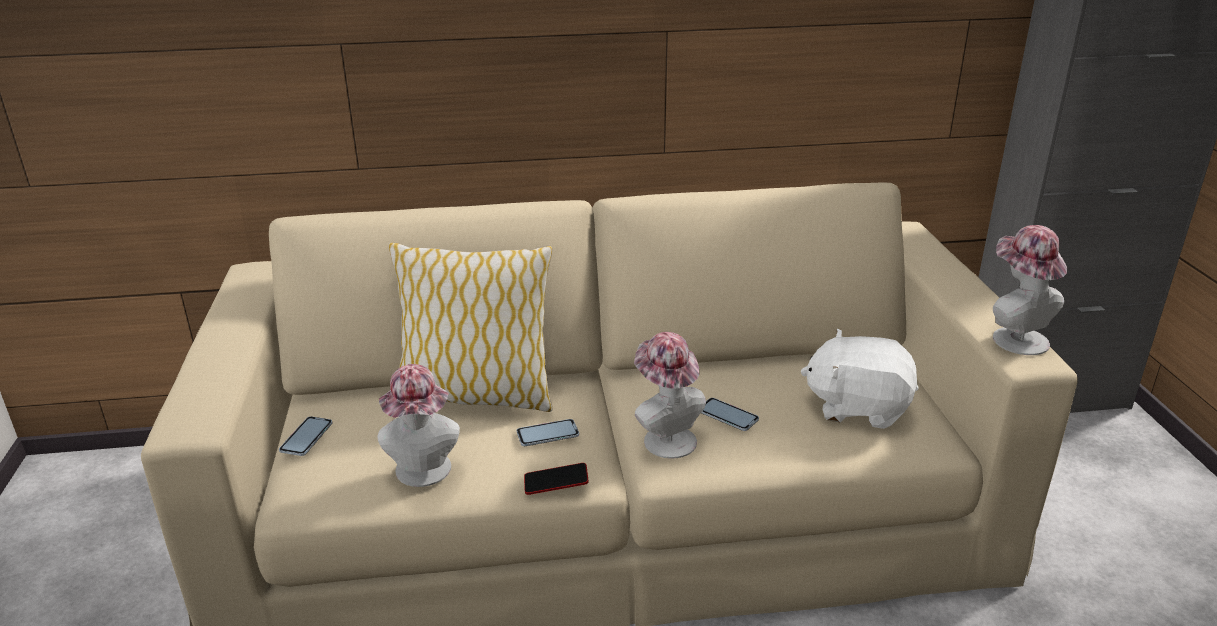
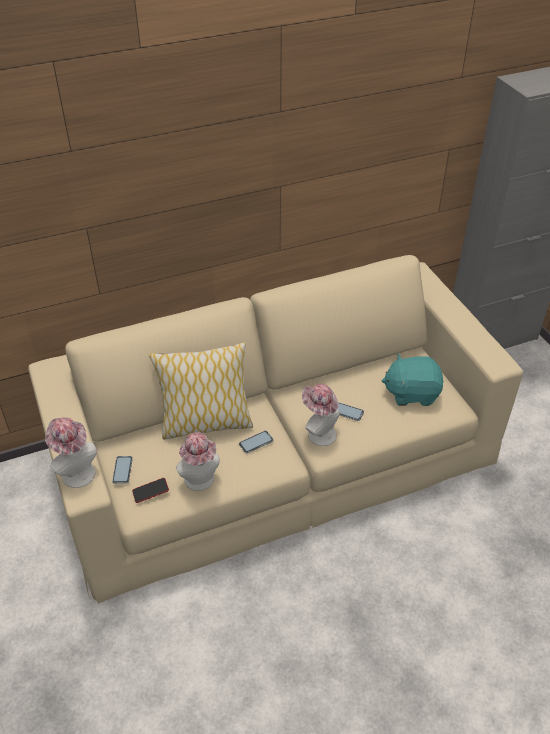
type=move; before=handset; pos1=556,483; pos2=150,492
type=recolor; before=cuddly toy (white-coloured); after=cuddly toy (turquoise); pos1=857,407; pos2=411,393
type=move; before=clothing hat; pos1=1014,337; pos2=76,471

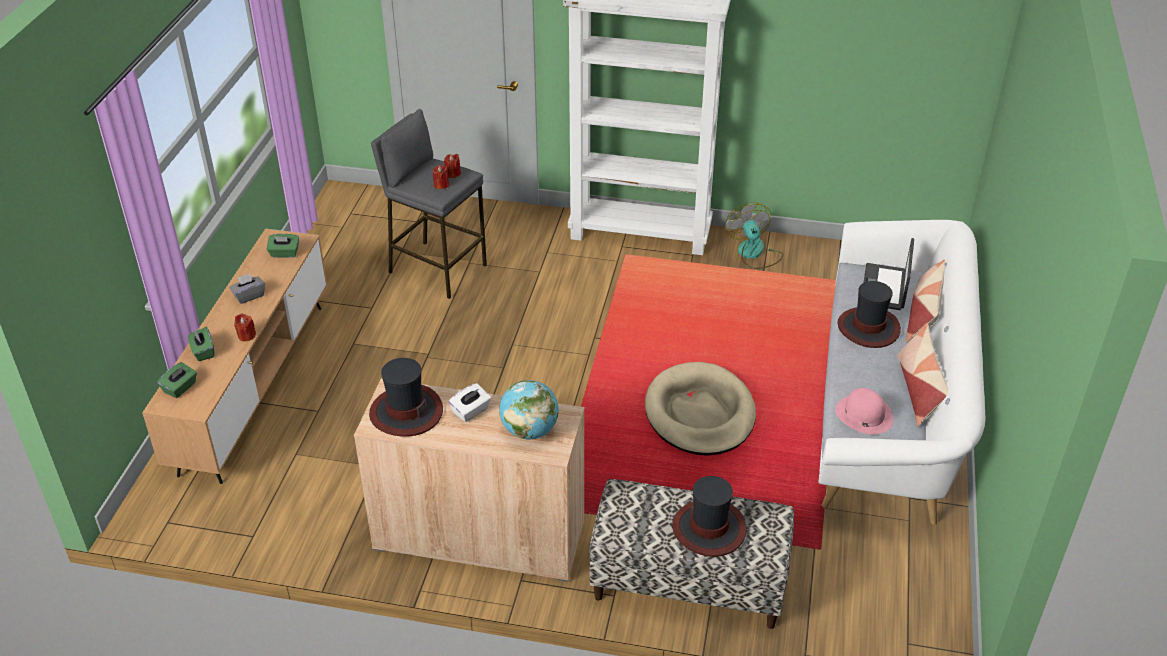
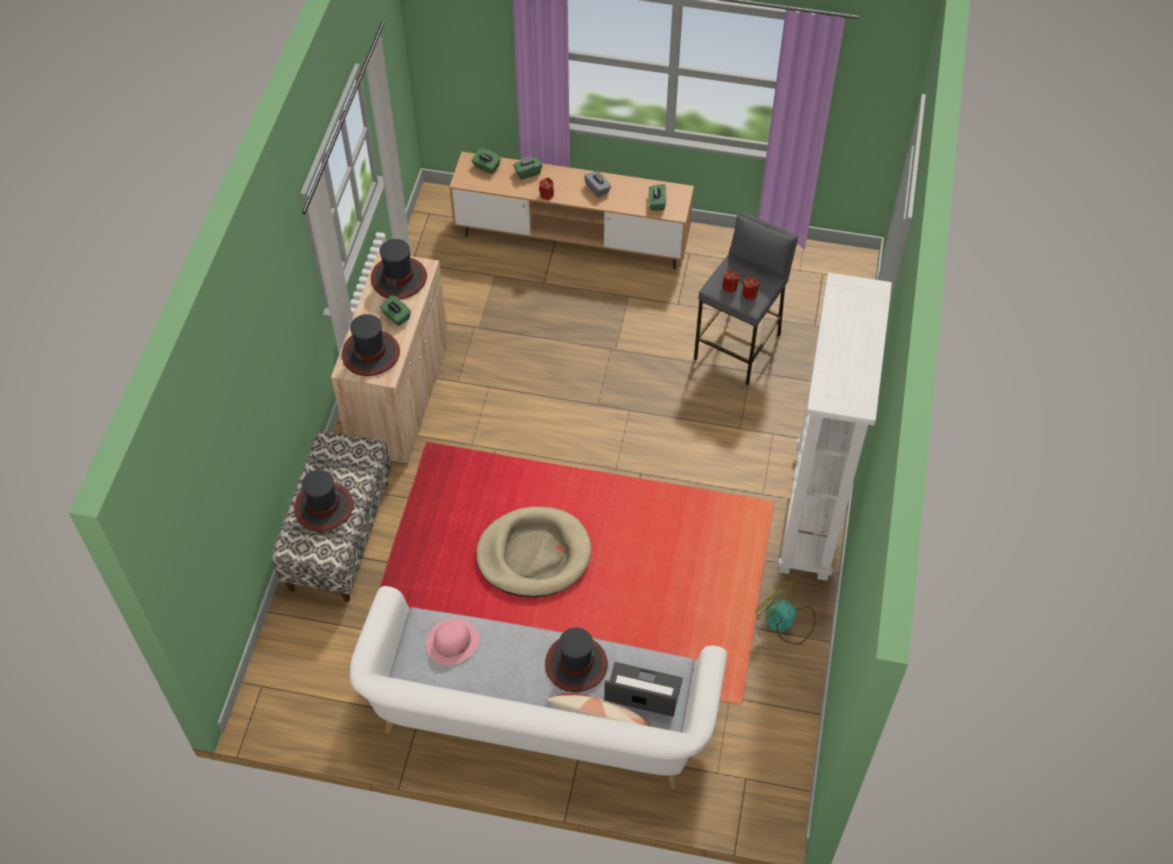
type=recolor; before=tissue box (white-coloured); after=tissue box (greenish); pos1=471,411; pos2=396,317
type=replace; before=world globe; after=clothing hat; pos1=529,431; pos2=371,353
type=rotate; before=fan; pos1=754,253; pos2=785,622; turn=-120
type=delete; before=cushion; pos1=918,390

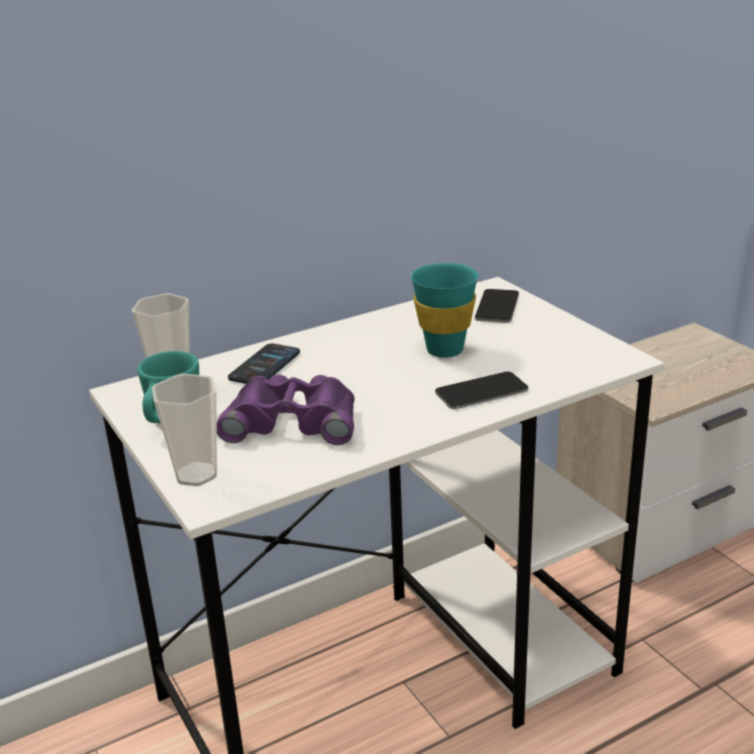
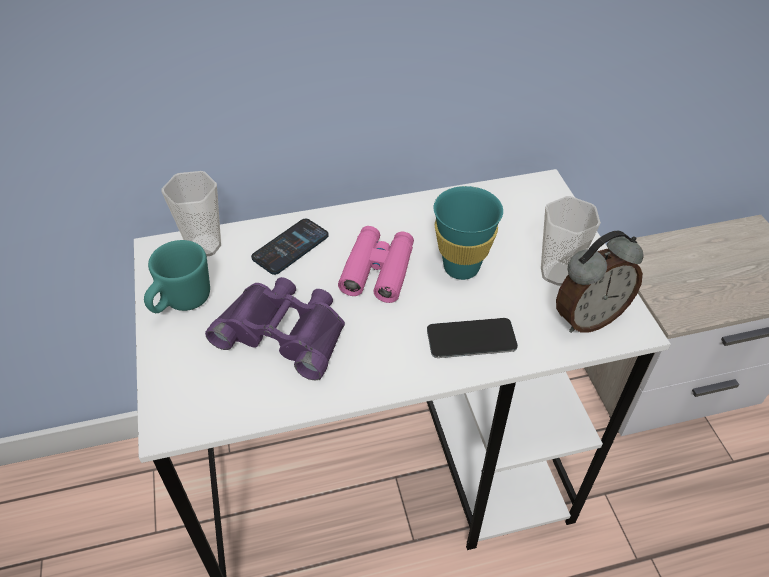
type=move; before=cup; pos1=196,474; pos2=557,273
type=delete; before=handset; pos1=497,307
type=insert; after=field glasses (pinkish); pos2=378,270
type=insert; after=alarm clock; pos2=587,317

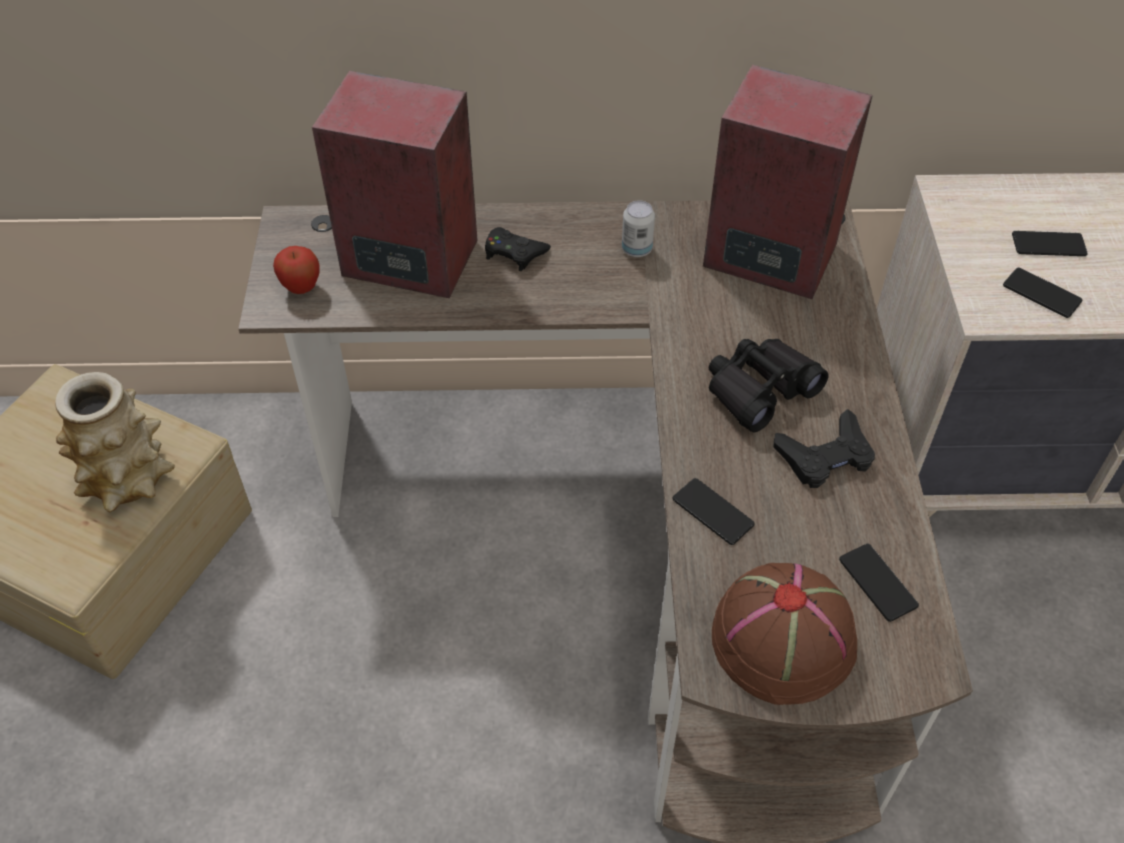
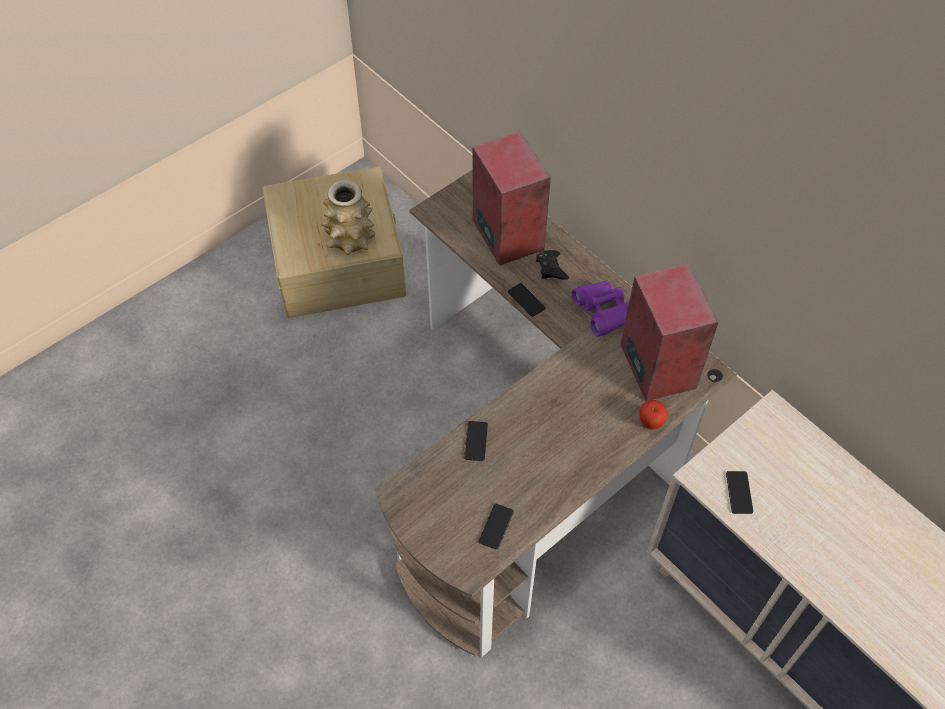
type=move; before=apple fruit; pos1=301,288; pos2=650,423
type=replace; before=metal can; after=field glasses (purple-coloured); pos1=636,249; pos2=603,311
type=delete; before=field glasses (black-coloured); pos1=759,389
type=delete; before=clothing hat (brownish); pos1=784,638
type=delete; before=joypad (black-coloured); pos1=825,456
type=move; before=handset; pos1=1048,245; pos2=526,300

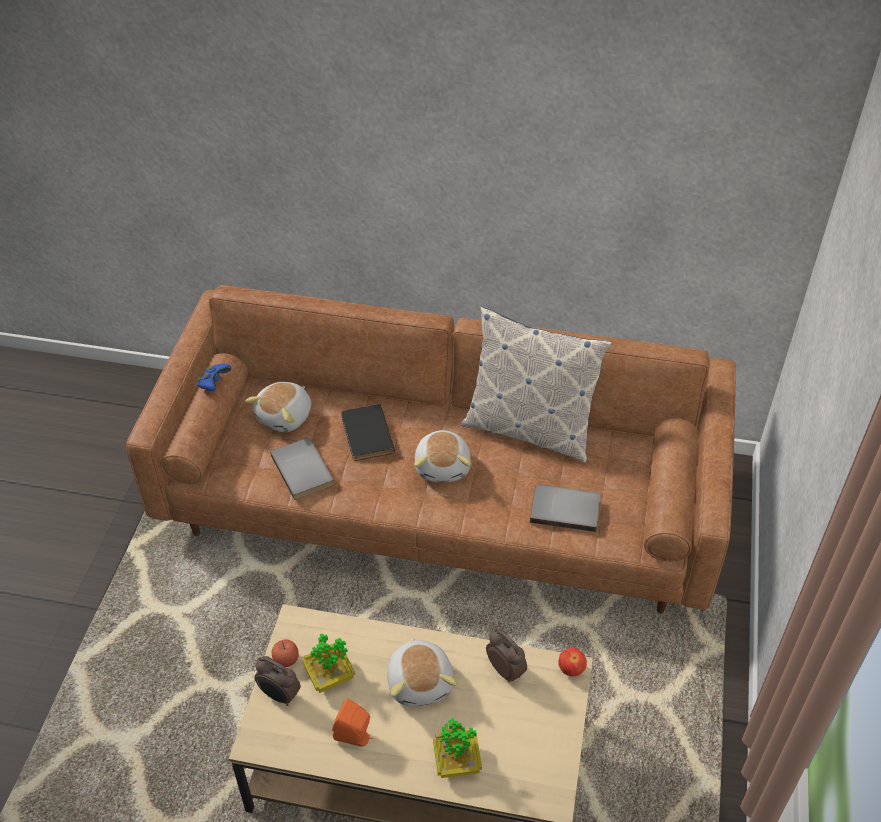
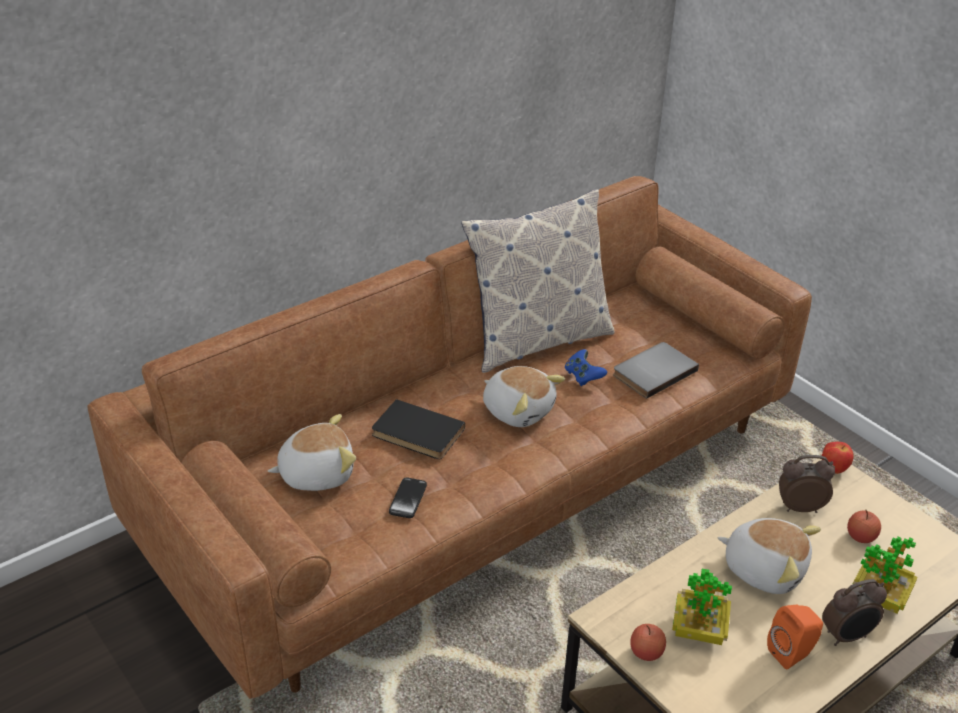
type=move; before=joypad (blue); pos1=214,383; pos2=583,376
type=rotate; before=cuddly toy; pos1=285,416; pos2=316,473; turn=-90
type=move; before=alarm clock; pos1=279,695; pos2=847,636
type=replace; before=volume (grey); after=handset; pos1=304,469; pos2=408,499
type=insert; after=apple fruit; pos2=860,537

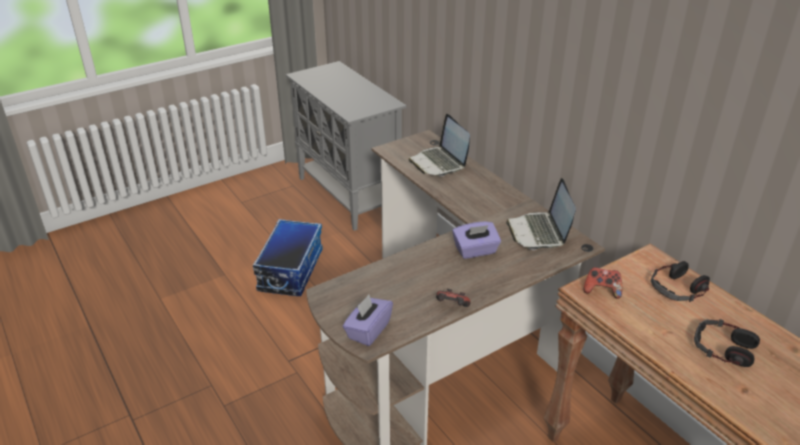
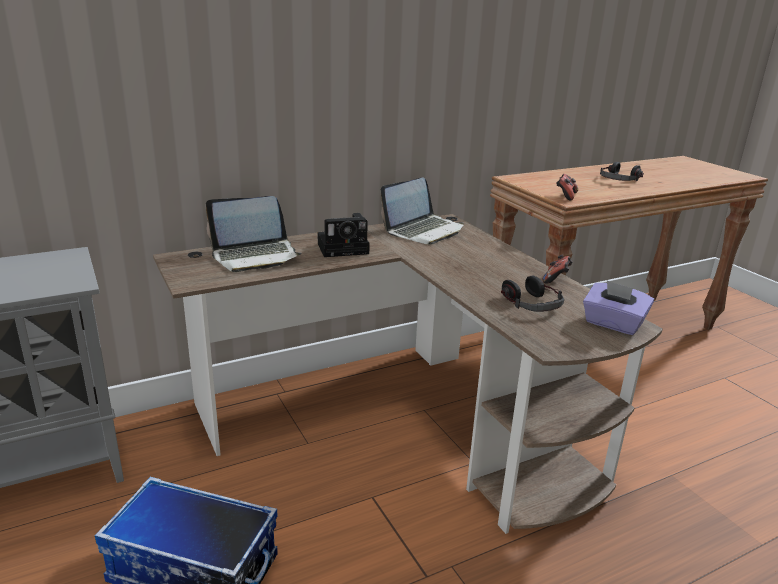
type=delete; before=tissue box (purple-coloured); pos1=475,251
type=rotate; before=laptop; pos1=539,232; pos2=424,231; turn=-45
type=move; before=headset; pos1=677,289; pos2=531,303
type=insert; after=photo camera; pos2=345,248

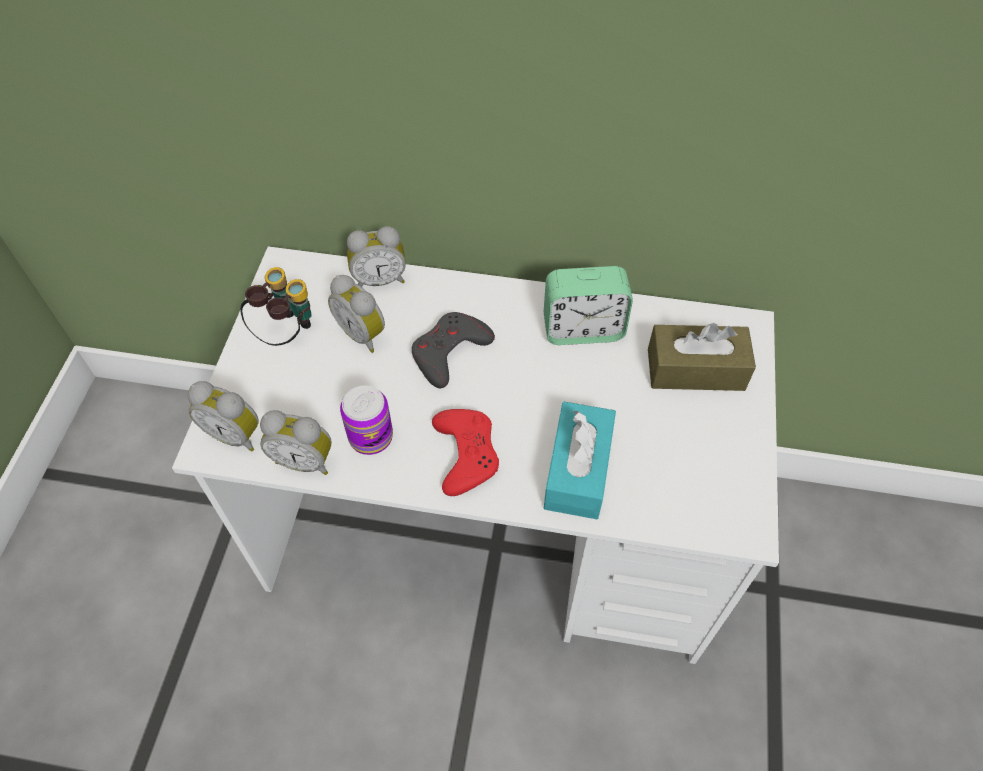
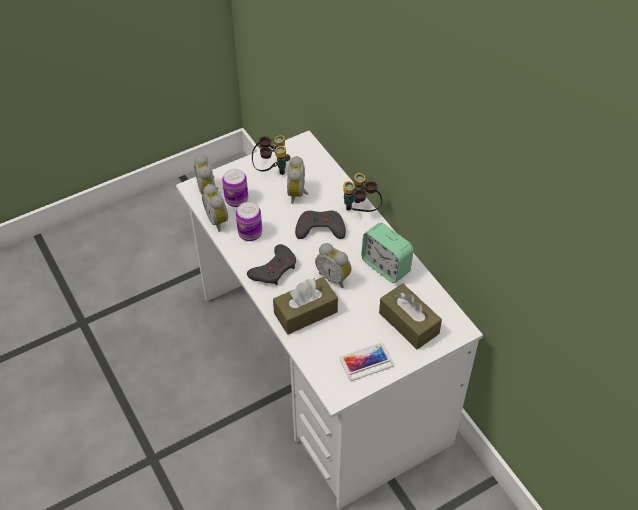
type=move; before=alarm clock; pos1=379,279; pos2=334,277
type=recolor; before=joypad (red-coloured); after=joypad (grey); pos1=466,454; pos2=274,269
type=recolor; before=tissue box (turquoise); after=tissue box (brownish); pos1=578,470; pos2=305,312
type=insert; after=metal can; pos2=236,199
type=insert; after=handset; pos2=366,362
type=insert; after=field glasses; pos2=360,210

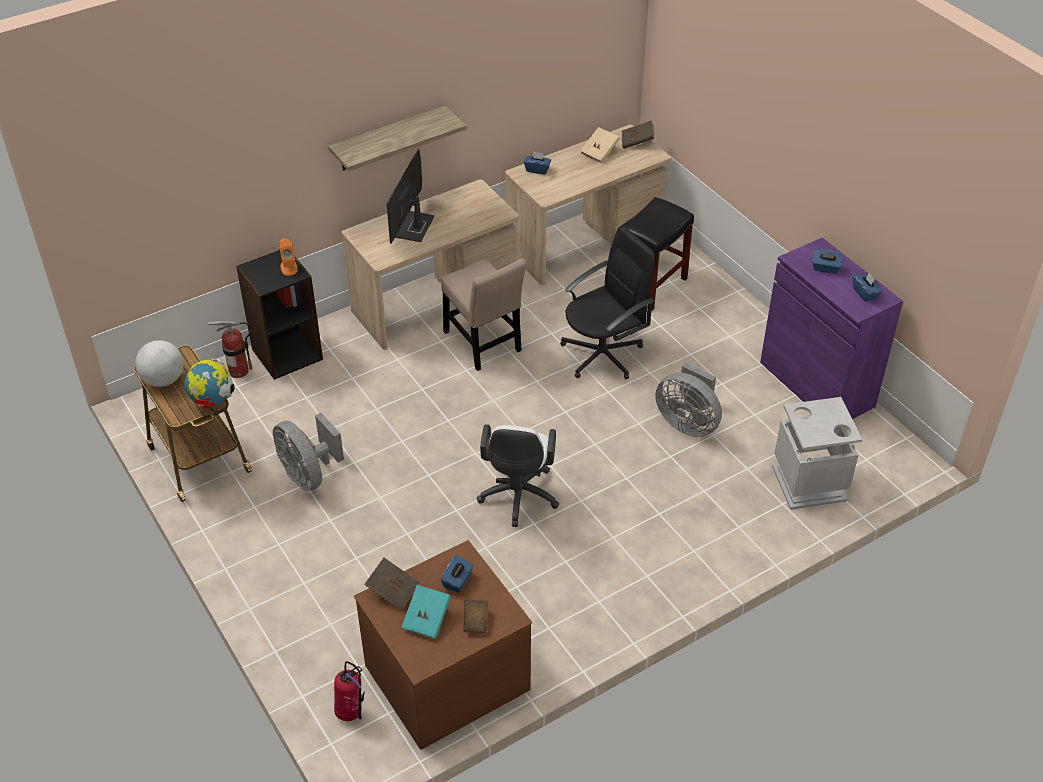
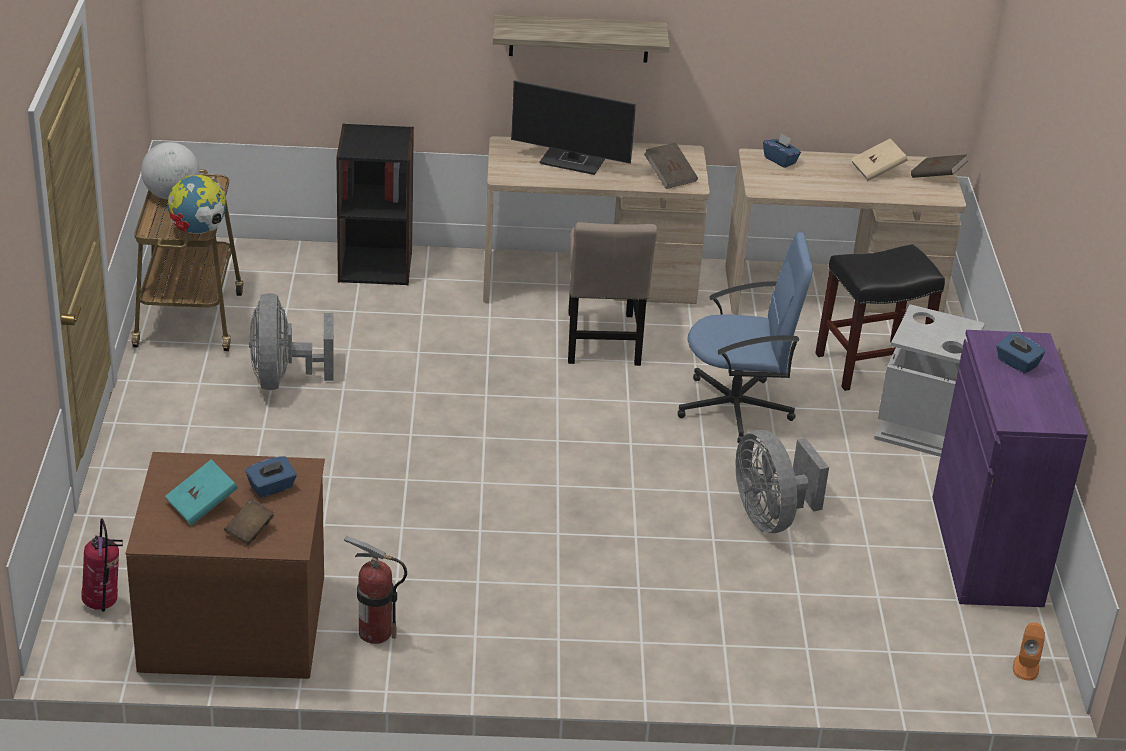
type=move; before=fire extinguisher; pos1=238,371; pos2=375,632
type=move; before=loudspeaker (orange-coloured); pos1=289,267; pos2=1025,667
type=move; before=volume (brownish); pos1=393,590; pos2=670,176
type=rotate; before=computer screen; pos1=414,228; pos2=574,162; turn=-120
type=delete; before=computer chair (white-coloured); pos1=518,498
type=recolor; before=computer chair (black-coloured); after=computer chair (blue); pos1=603,354; pos2=736,408
type=move; before=rubbish bin (grey); pos1=809,484; pos2=920,429
type=delete; before=tissue box (blue); pos1=865,293

